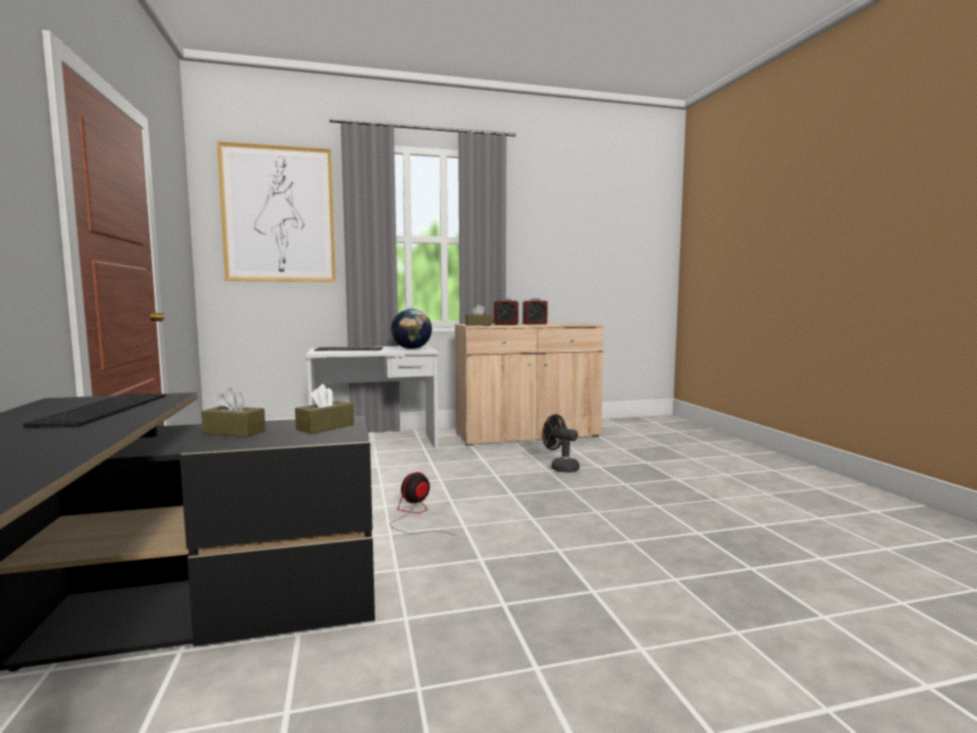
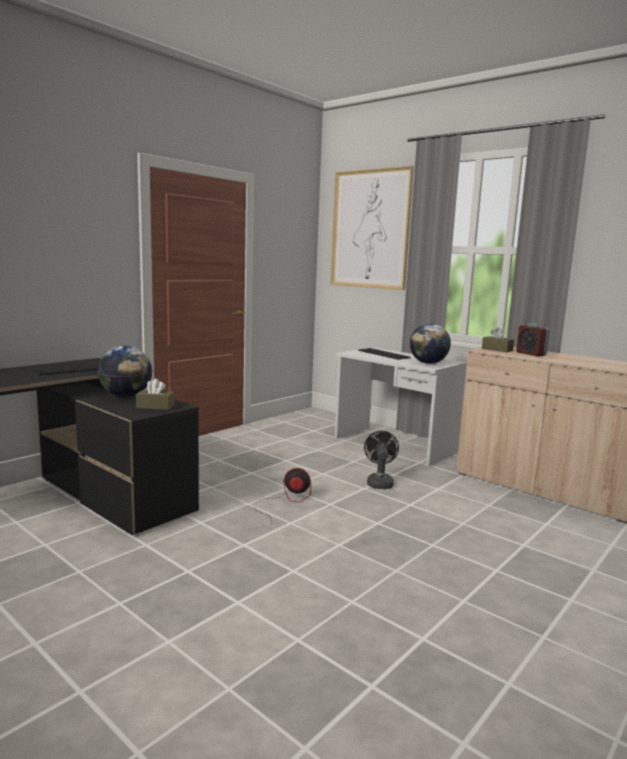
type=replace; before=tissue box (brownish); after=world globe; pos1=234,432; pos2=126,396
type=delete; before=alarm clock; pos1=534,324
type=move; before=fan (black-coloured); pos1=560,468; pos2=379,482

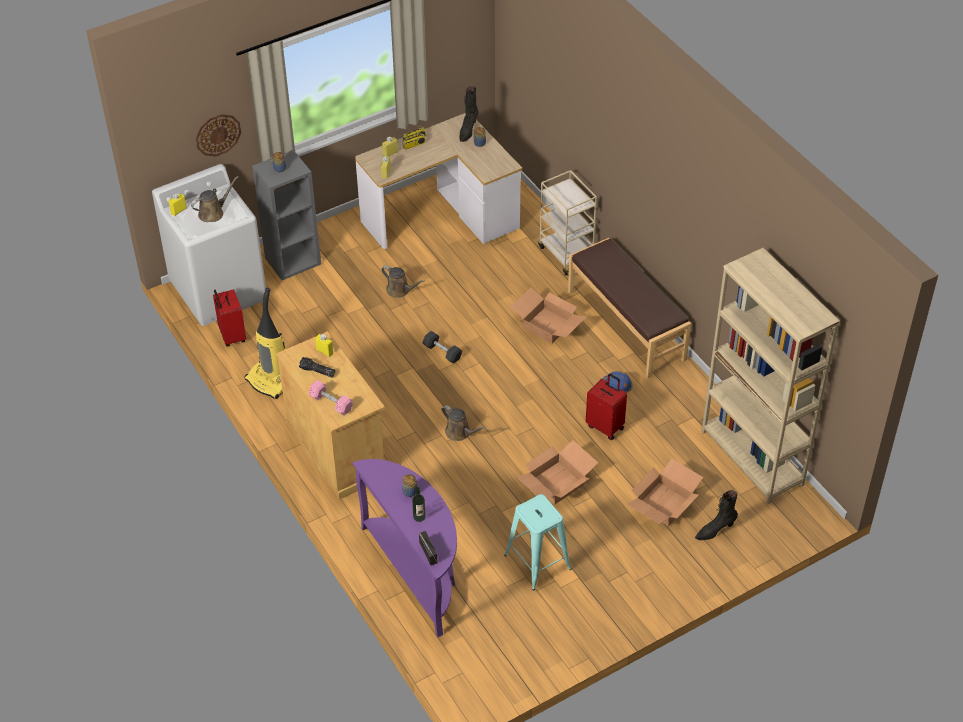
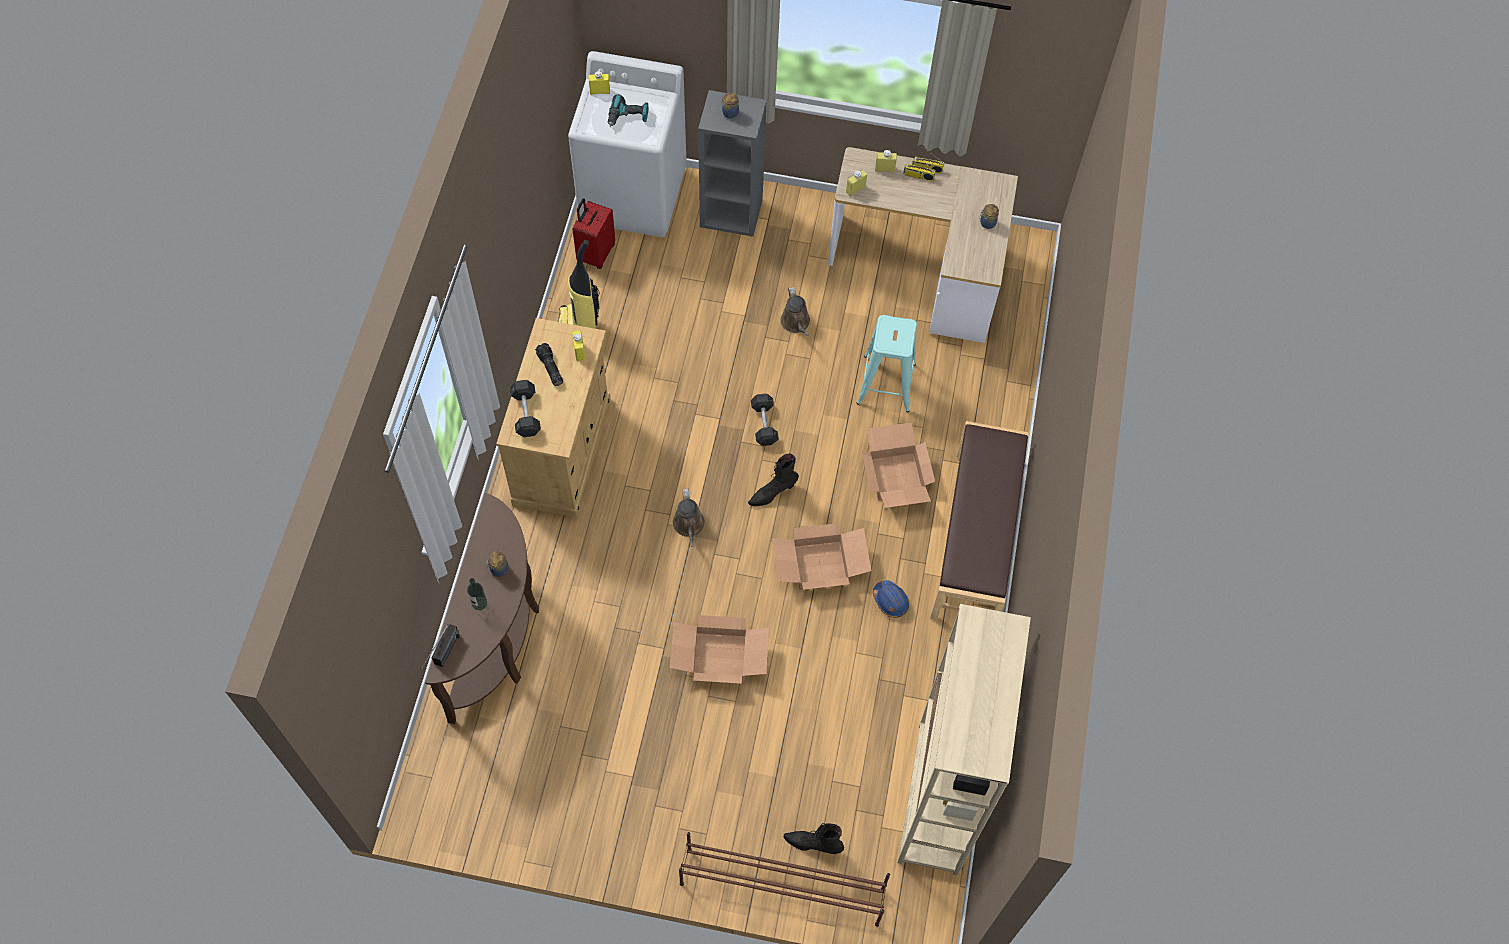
type=replace; before=watering pot (brownish); after=electric drill; pos1=213,213; pos2=628,117
type=delete; before=hanging clock; pos1=218,134
type=recolor; before=free weight (pinkish); after=free weight (grey); pos1=331,403; pos2=526,413
type=recolor; before=hall table (purple-coloured); after=hall table (brownish); pos1=417,572; pos2=499,640
type=move; before=tall boot (black-coloured); pos1=468,130; pos2=772,493
type=move; before=stool (turquoise); pos1=537,562; pos2=886,383
type=delete; before=cart (sand-coloured); pos1=566,254
type=delete; before=piece of luggage (red-coloured); pos1=605,426
type=move; before=carton; pos1=664,505; pos2=819,566
type=insert; after=shoe rack (brownish); pos2=781,885

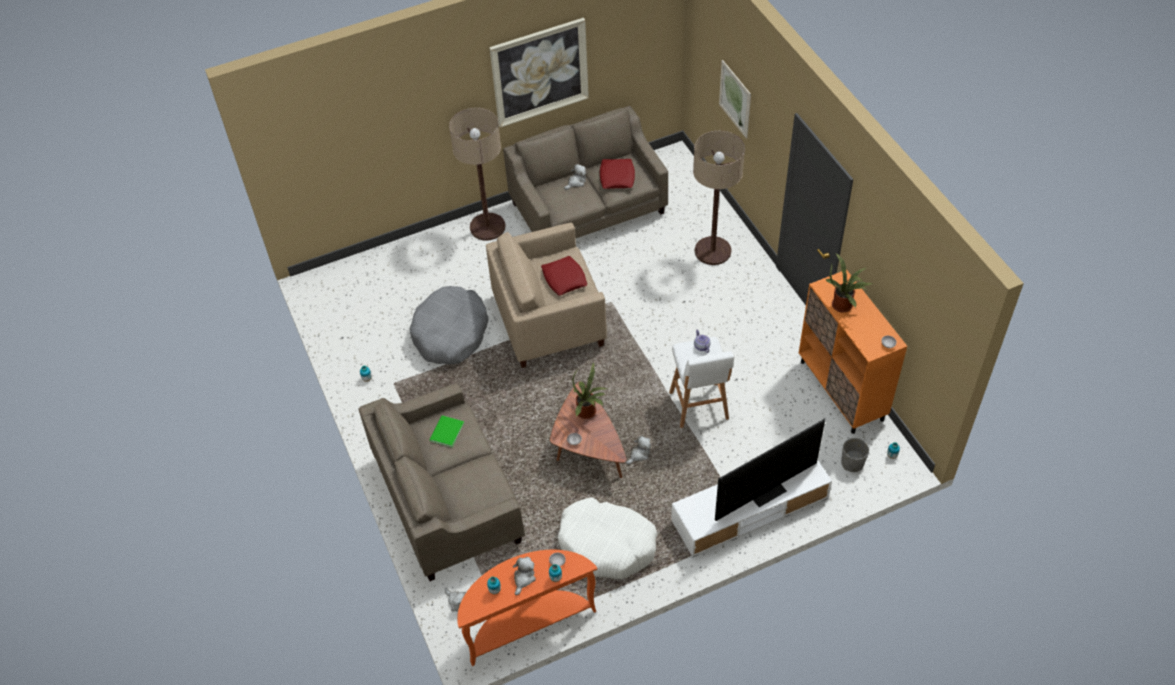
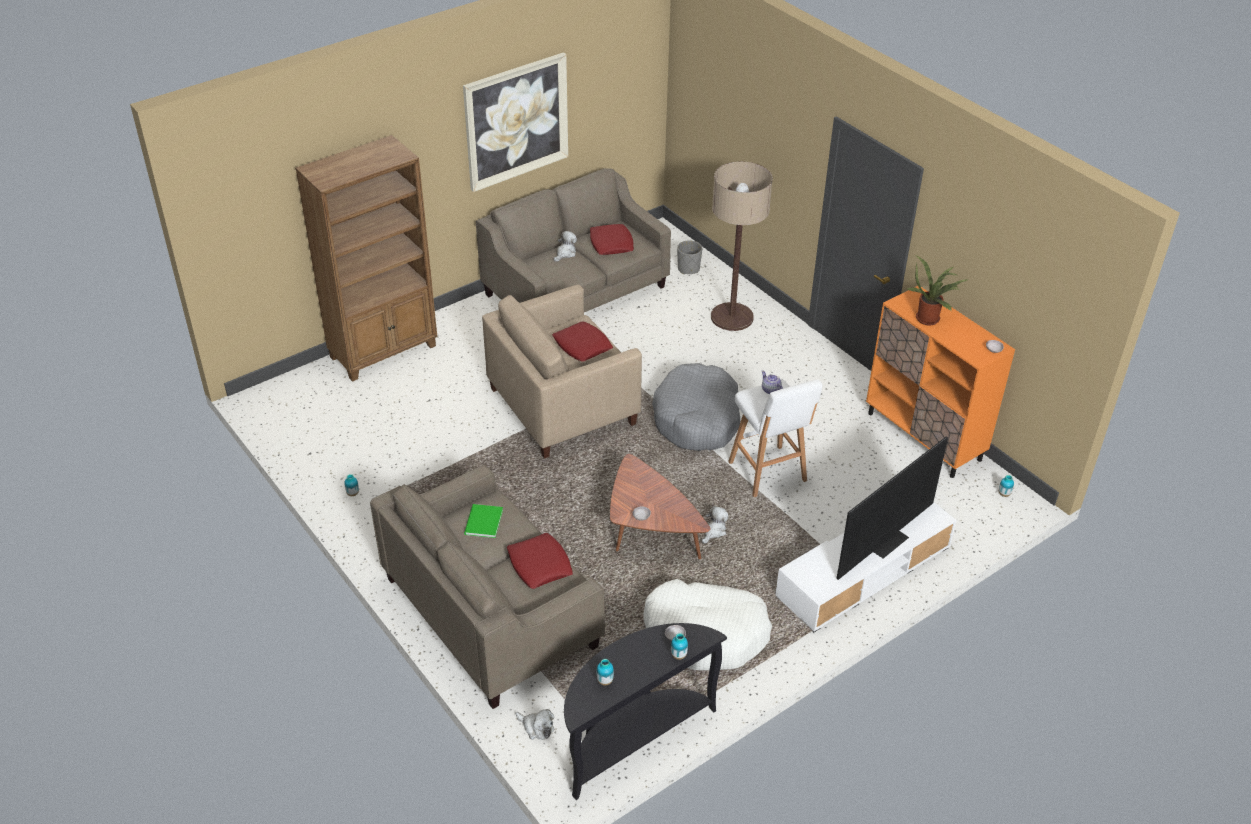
type=move; before=pet bed (grey); pos1=450,333; pos2=697,419
type=delete; before=standing lamp; pos1=487,227
type=recolor; before=hall table (orange-coloured); after=hall table (black-coloured); pos1=527,623; pos2=633,738
type=delete; before=cuddly toy; pos1=523,578
type=delete; before=houseplant; pos1=588,412
type=delete; before=picture; pos1=735,99
type=move; before=plant pot (grey); pos1=852,463; pos2=688,269
type=insert; after=bookcase (brownish); pos2=384,351
type=insert; after=cushion (red-coloured); pos2=539,565

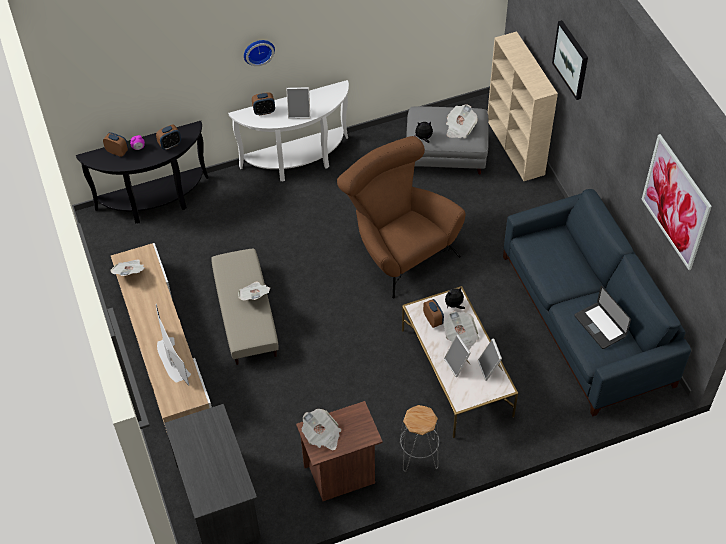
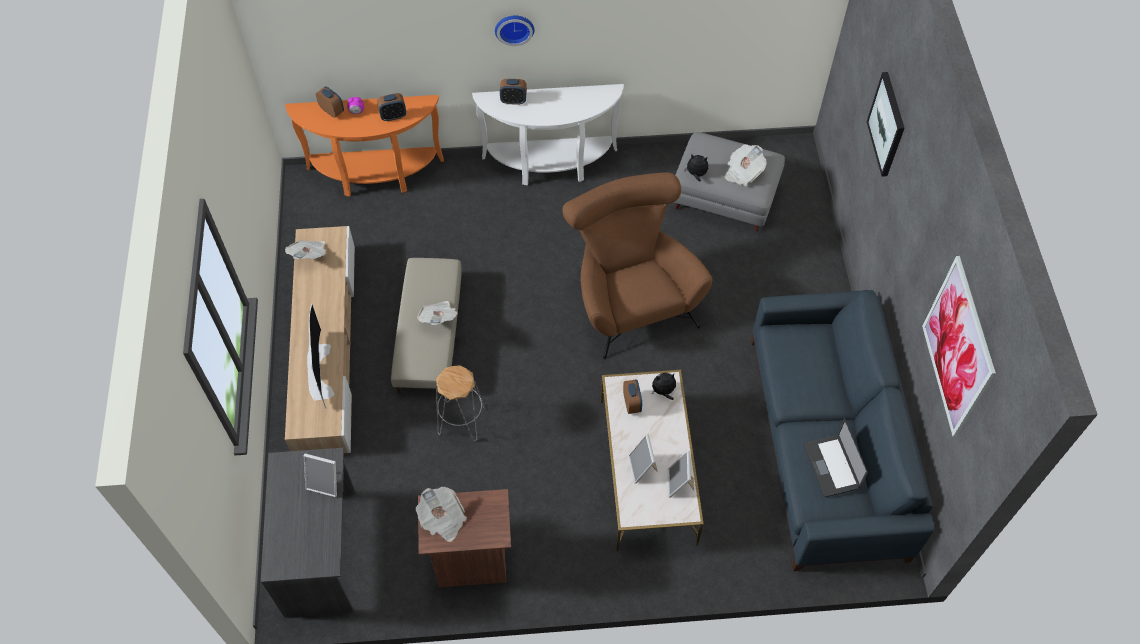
type=recolor; before=hall table (black-coloured); after=hall table (orange-coloured); pos1=155,203; pos2=375,177
type=move; before=photo frame; pos1=299,113; pos2=325,483
type=move; before=stool (grey); pos1=419,455; pos2=462,420
type=delete; before=newspaper; pos1=461,337
type=delete; before=bookcase (sand-coloured); pos1=516,147

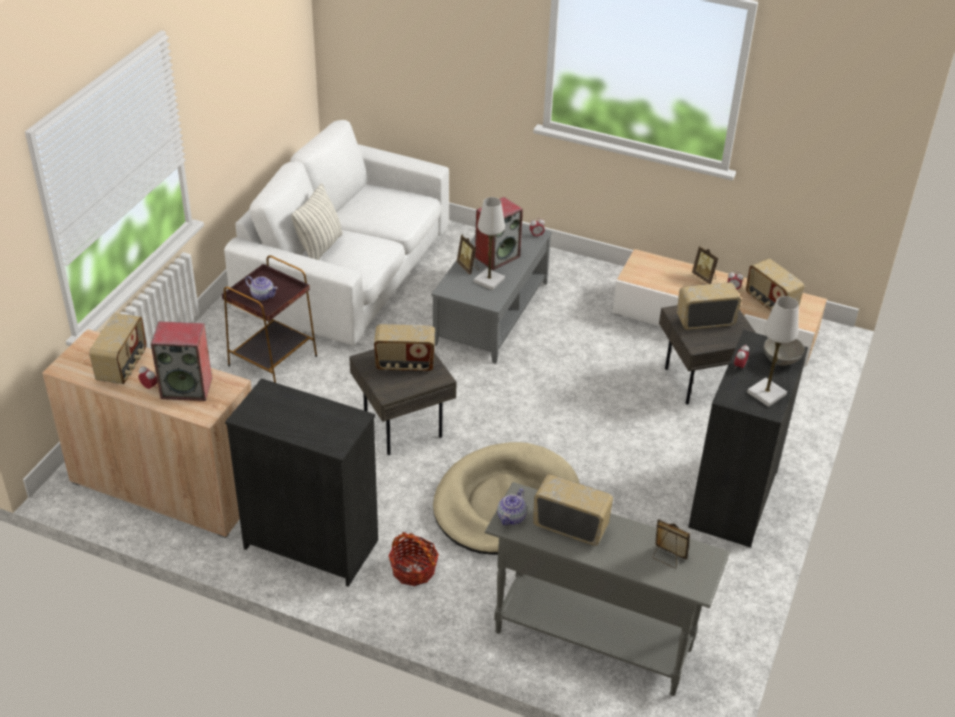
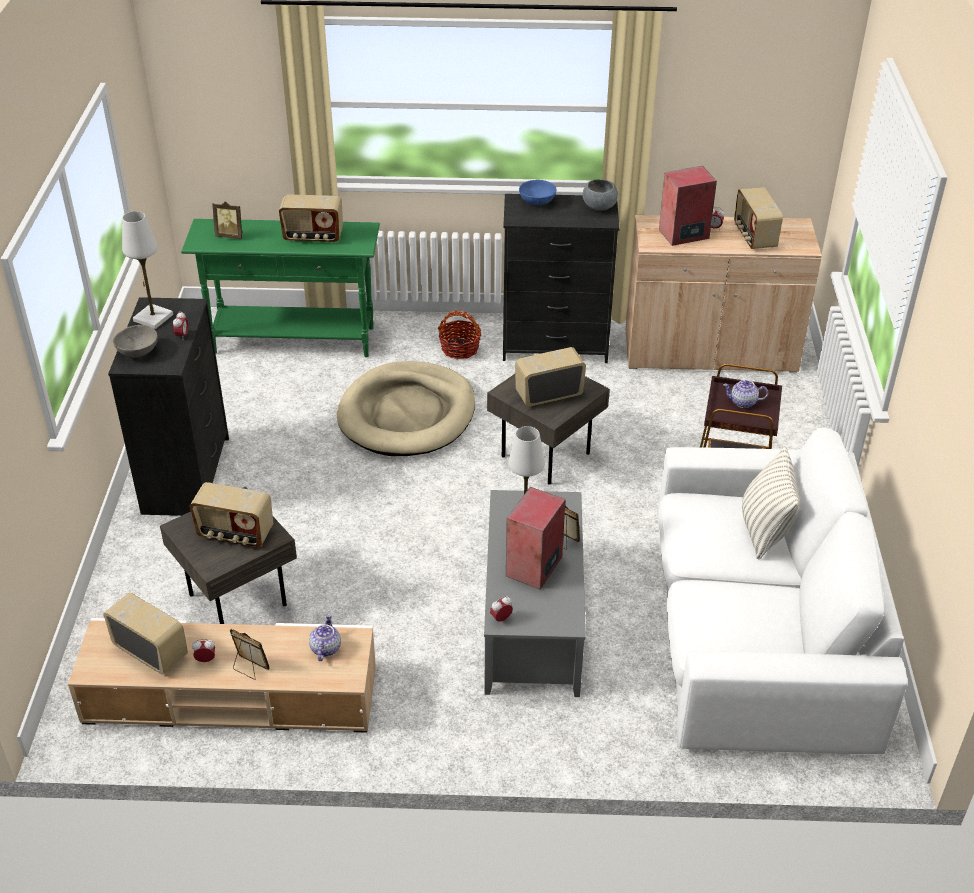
type=recolor; before=hall table (grey); after=hall table (greenish); pos1=592,640; pos2=294,340
type=move; before=pot for tea; pos1=512,517; pos2=325,648
type=rotate; before=radio set; pos1=705,321; pos2=235,534; turn=45
type=insert; after=serving bowl (blue); pos2=537,202
type=insert; after=serving bowl (grey); pos2=599,206

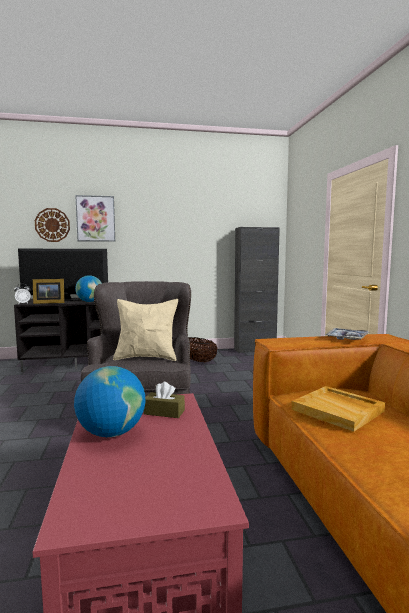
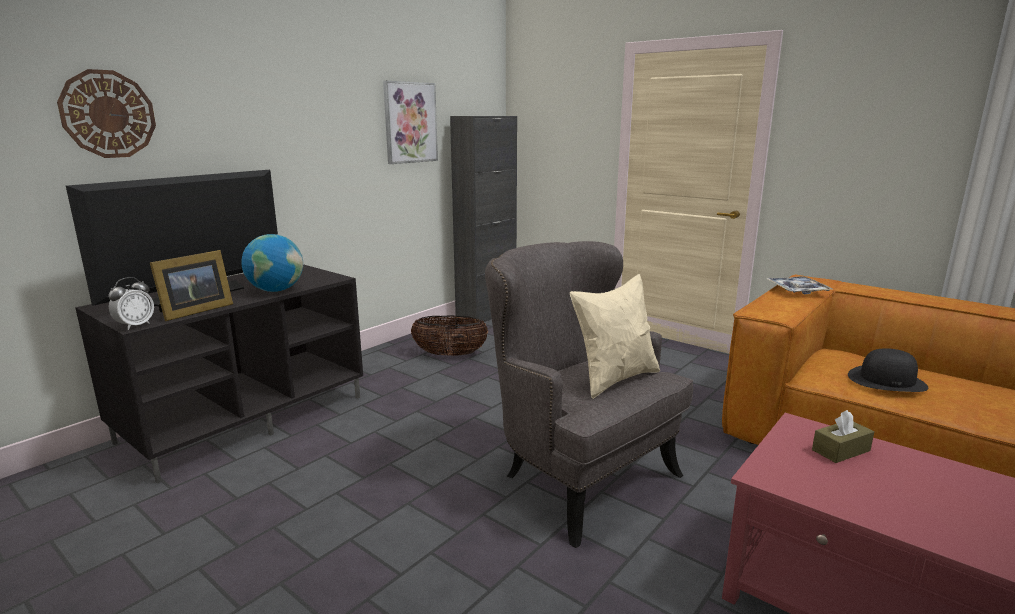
type=delete; before=world globe; pos1=111,433
type=move; before=picture; pos1=95,218; pos2=410,122
type=replace; before=carrying tray (sand-coloured); after=clothing hat (black-coloured); pos1=338,410; pos2=887,380

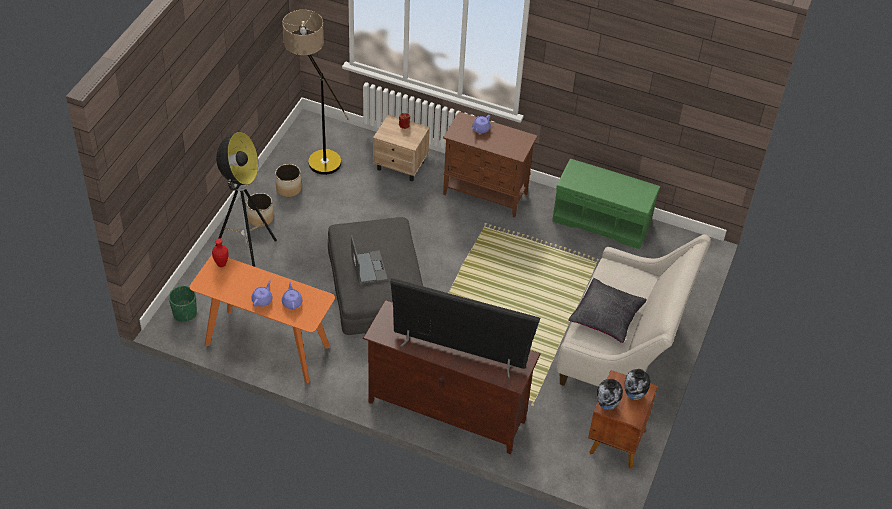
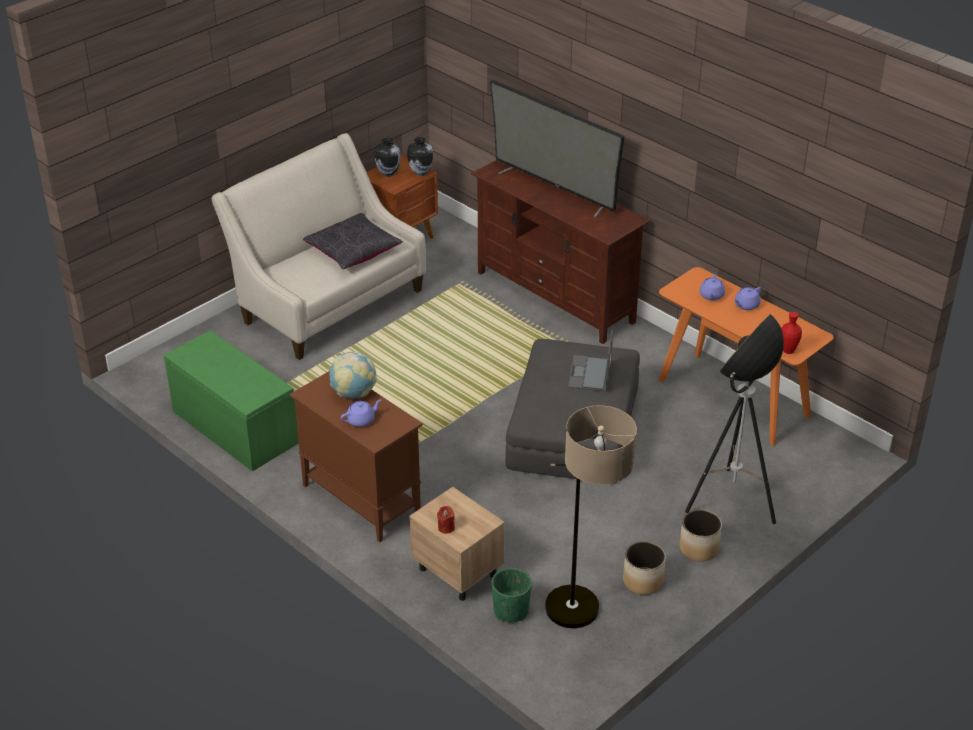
type=move; before=plant pot (greenish); pos1=185,313; pos2=511,610
type=insert; after=world globe; pos2=353,393

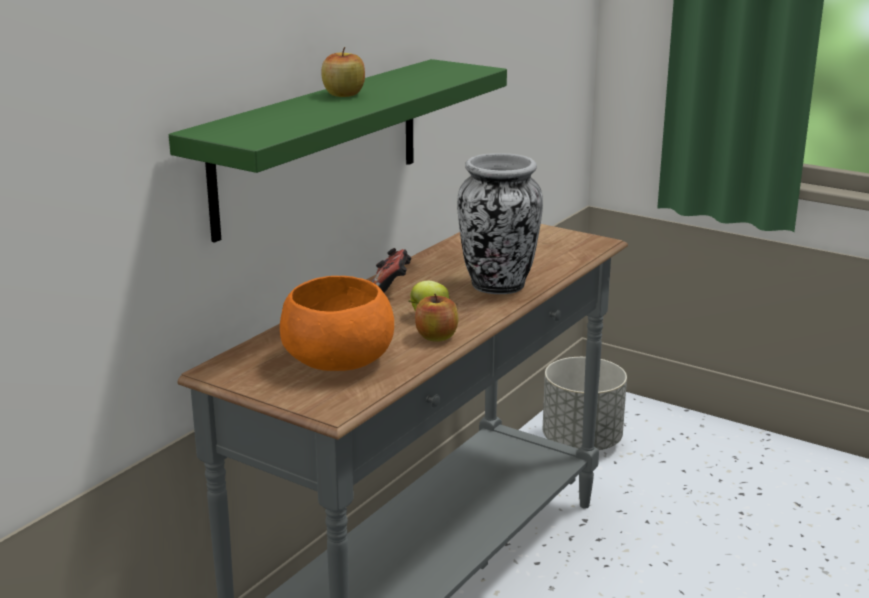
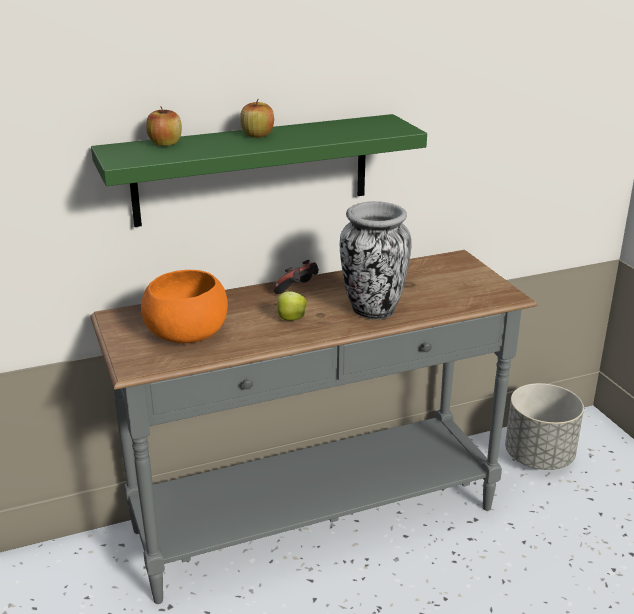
type=move; before=apple fruit; pos1=436,337; pos2=165,143

